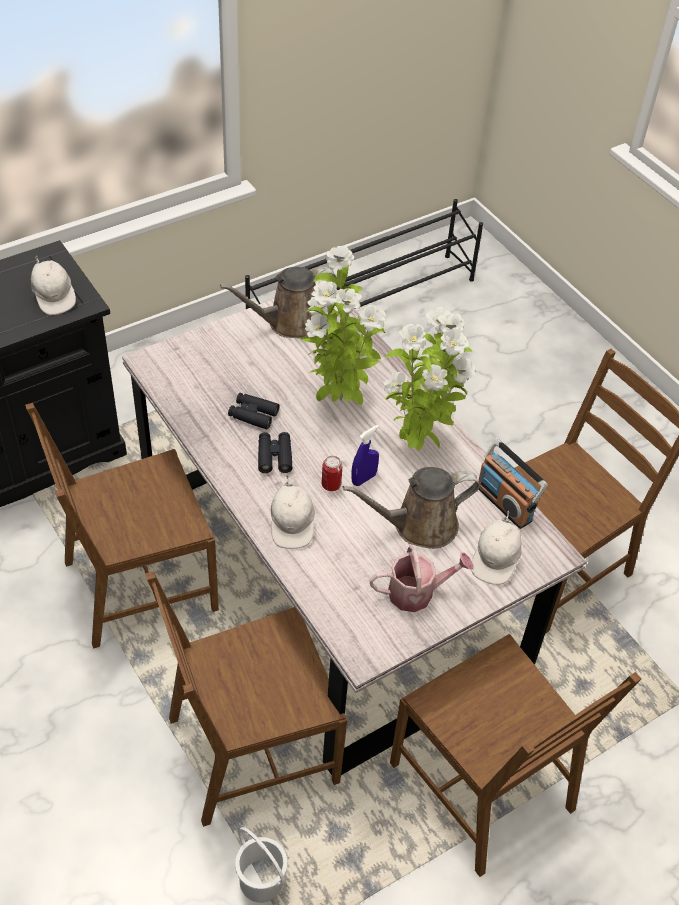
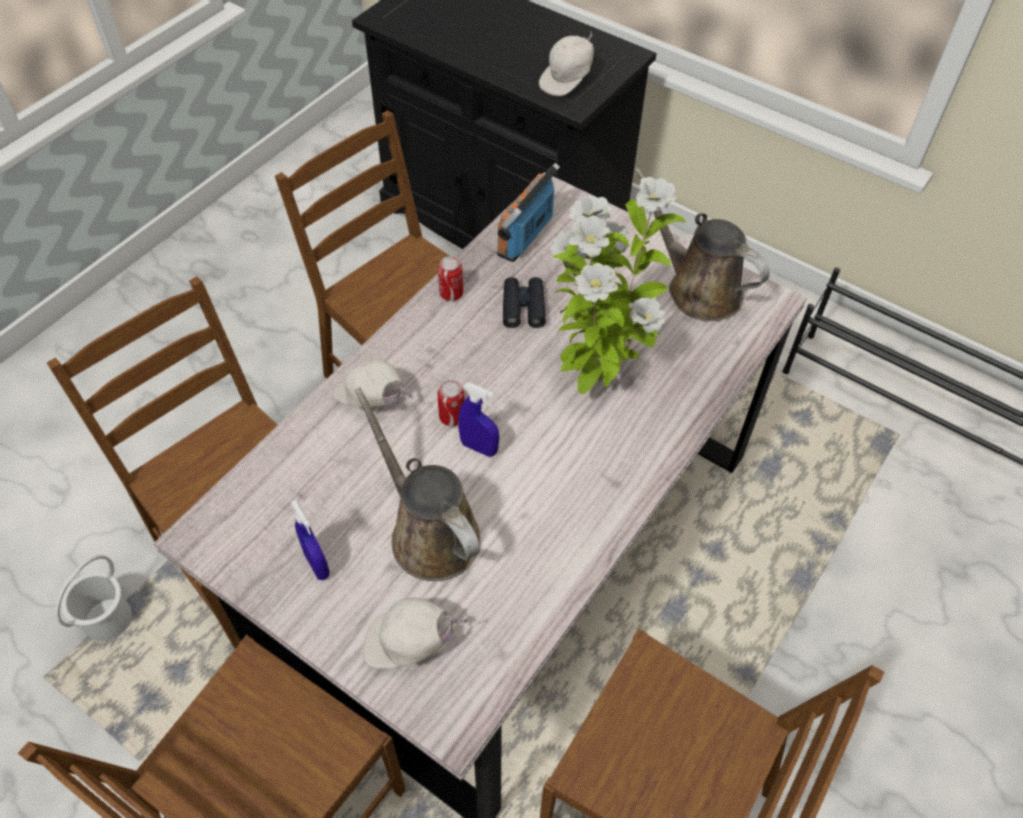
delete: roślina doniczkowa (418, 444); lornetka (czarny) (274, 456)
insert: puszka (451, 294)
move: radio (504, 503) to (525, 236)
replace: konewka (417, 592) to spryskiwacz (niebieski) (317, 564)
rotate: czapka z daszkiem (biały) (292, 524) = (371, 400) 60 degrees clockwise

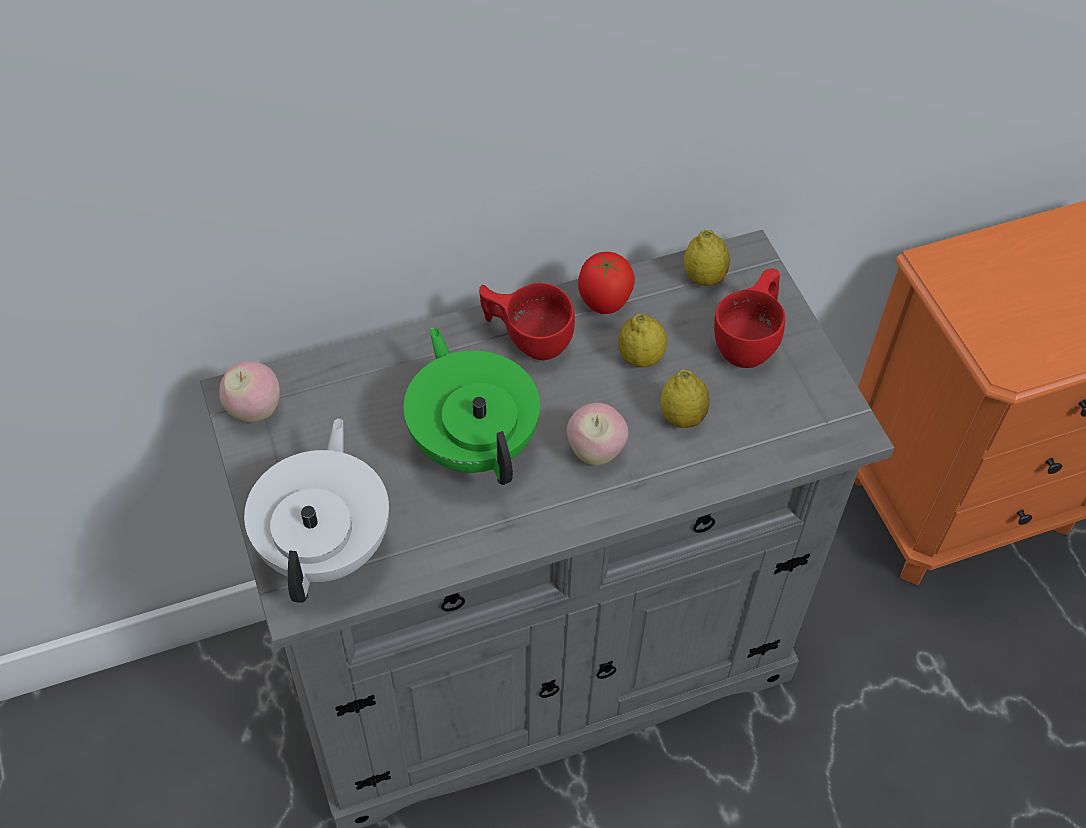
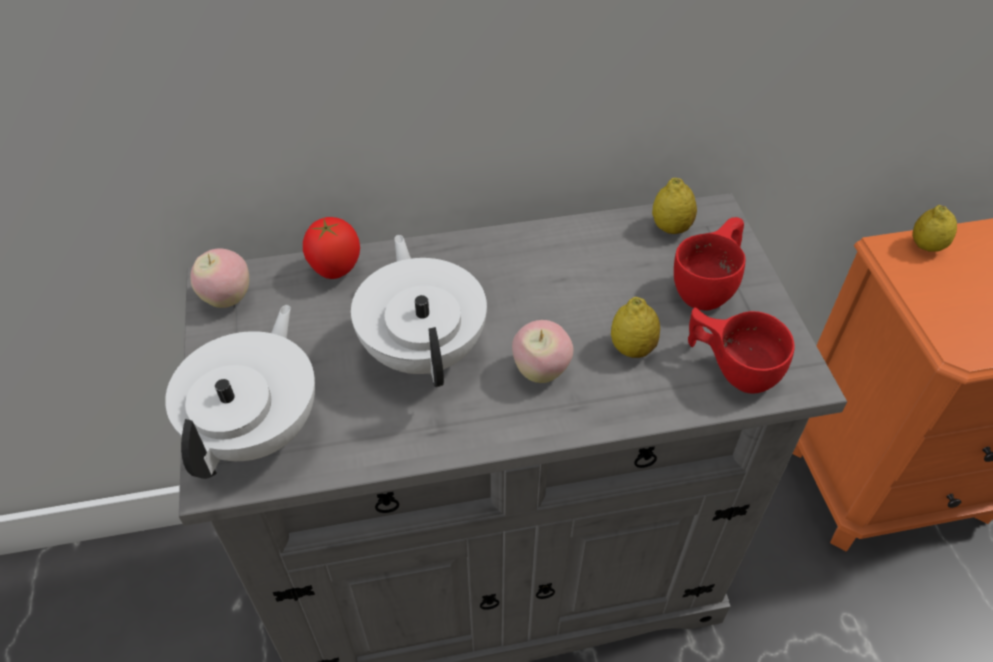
move: pomidor (603, 304) to (335, 271); filiżanka (czerwony) (526, 337) to (730, 367); cytryna (640, 358) to (926, 246)
recolor: imbryk (zielony) (474, 442) to imbryk (biały) (424, 349)

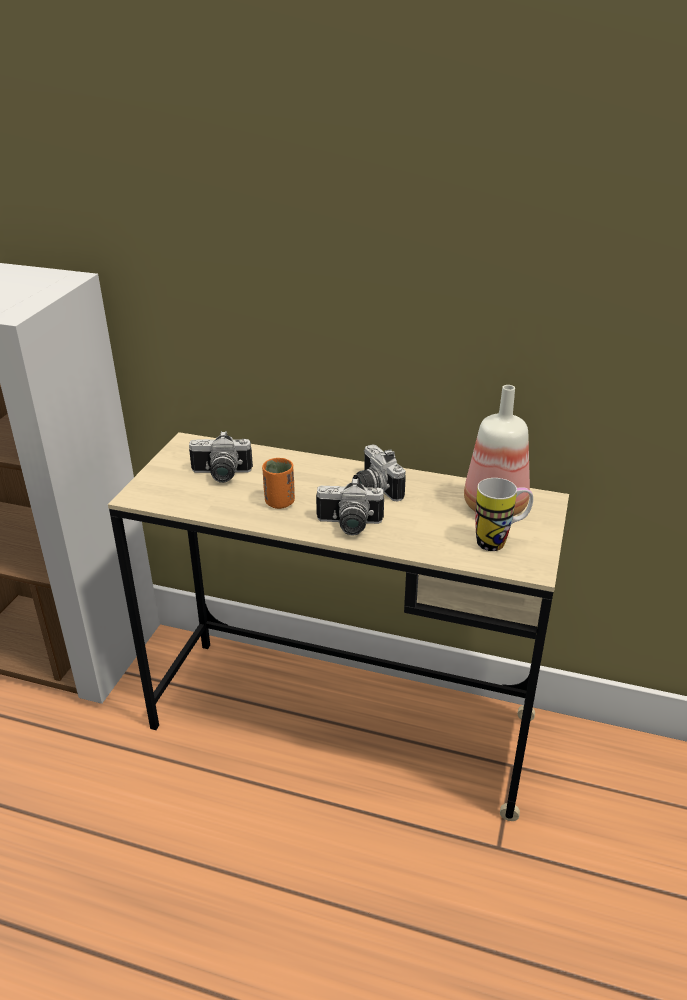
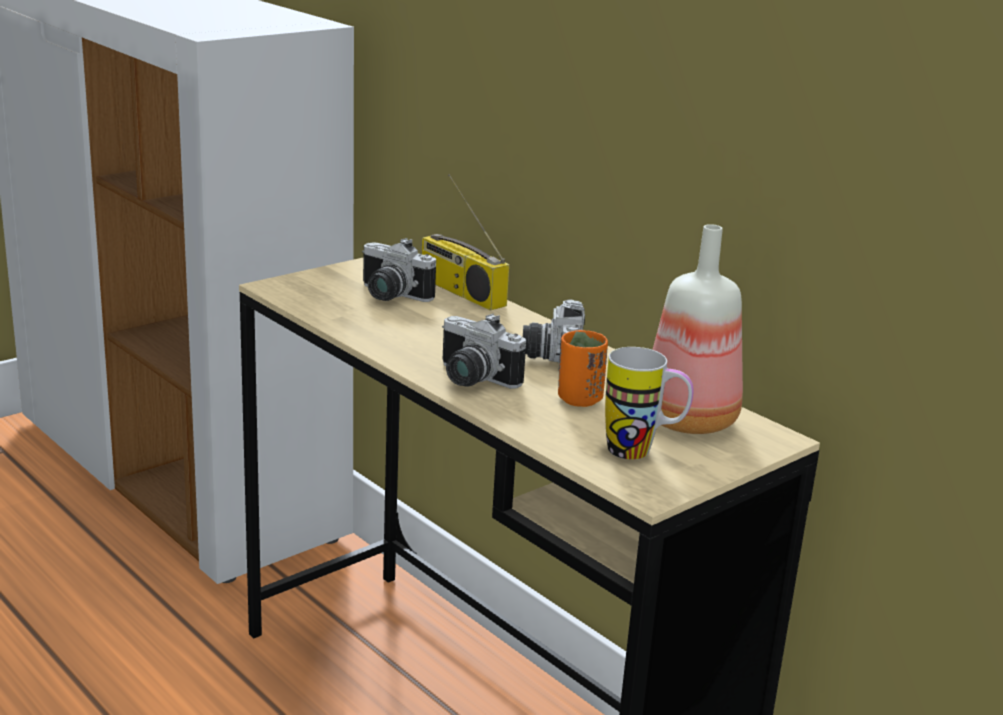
insert: radio (459, 291)
move: filiżanka (pomarańczowy) (279, 502) to (579, 399)

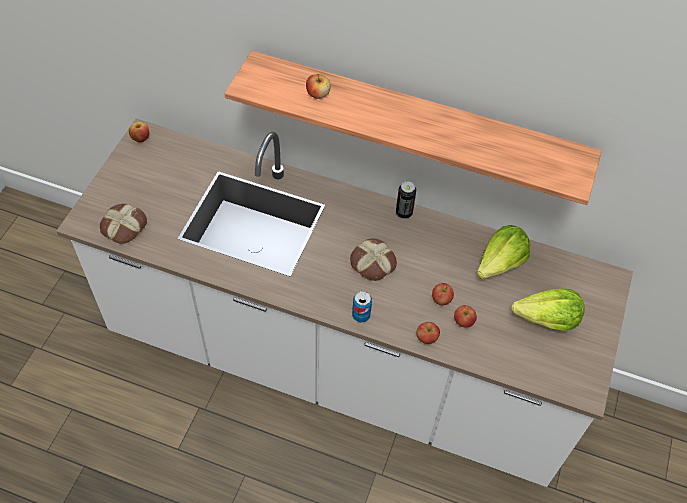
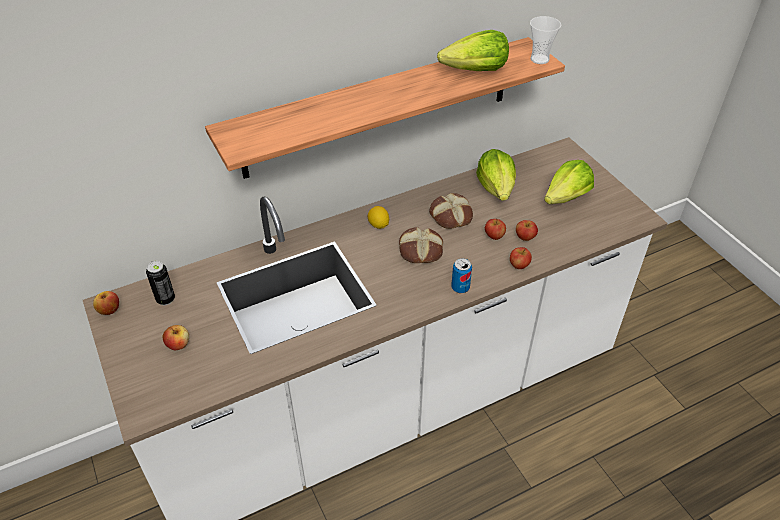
insert: filiżanka (539, 59); sałata (475, 71); cytryna (378, 225)
move: jabłko (318, 94) to (178, 344); puszka (404, 213) to (165, 299); chleb (123, 226) to (450, 216)

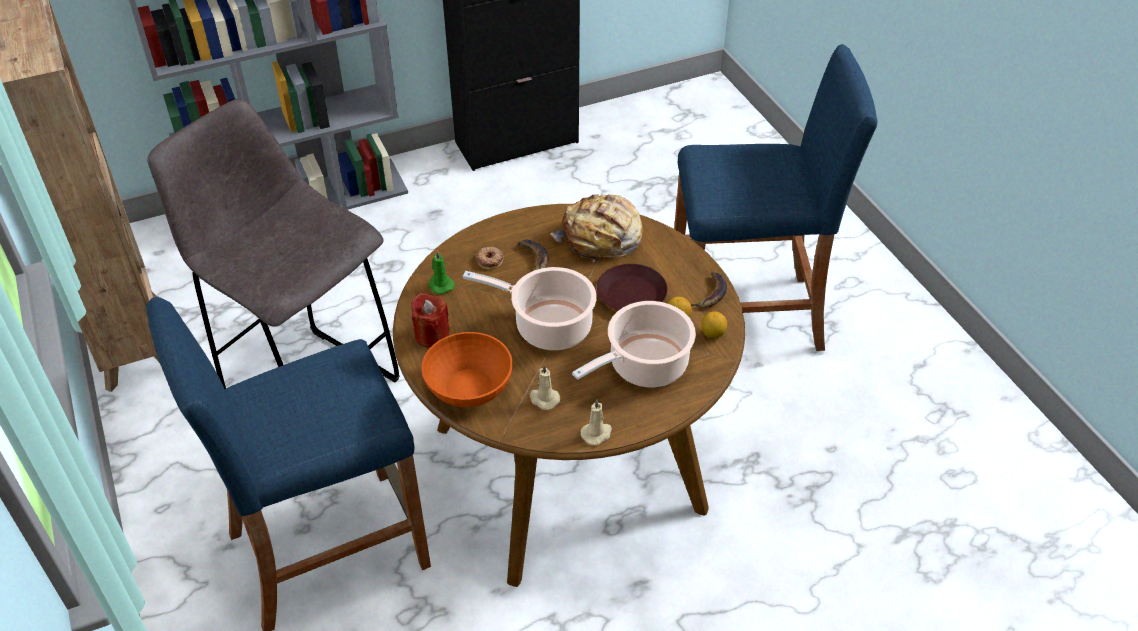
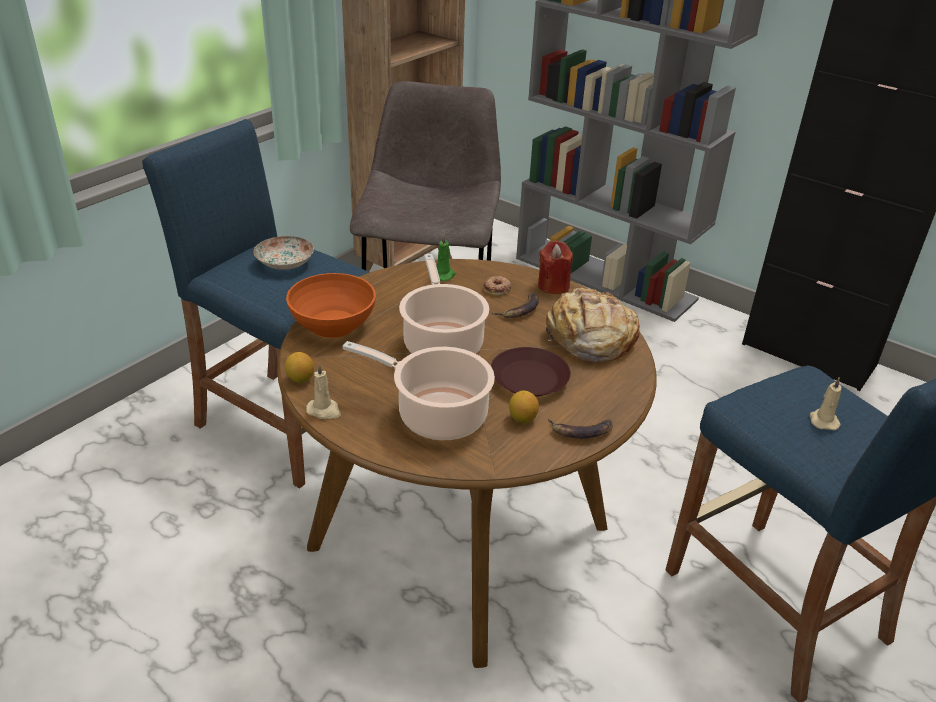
insert: talerz (286, 262)
move: świeca (czerwony) (431, 335) to (553, 286); cytryna (713, 334) to (300, 379); świeca (beżowy) (543, 399) to (823, 420)

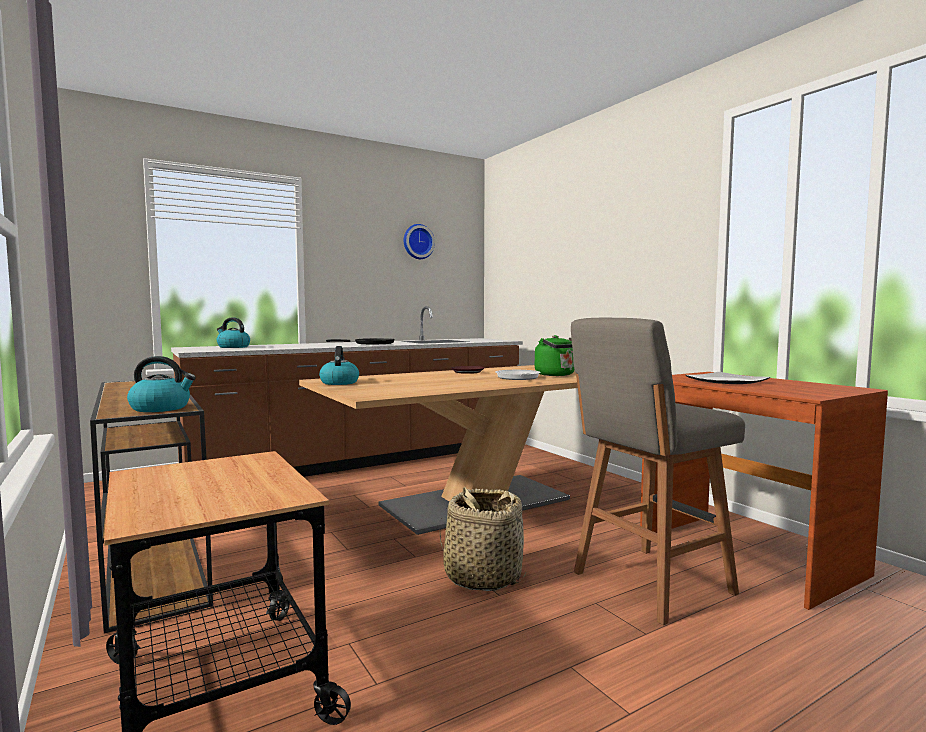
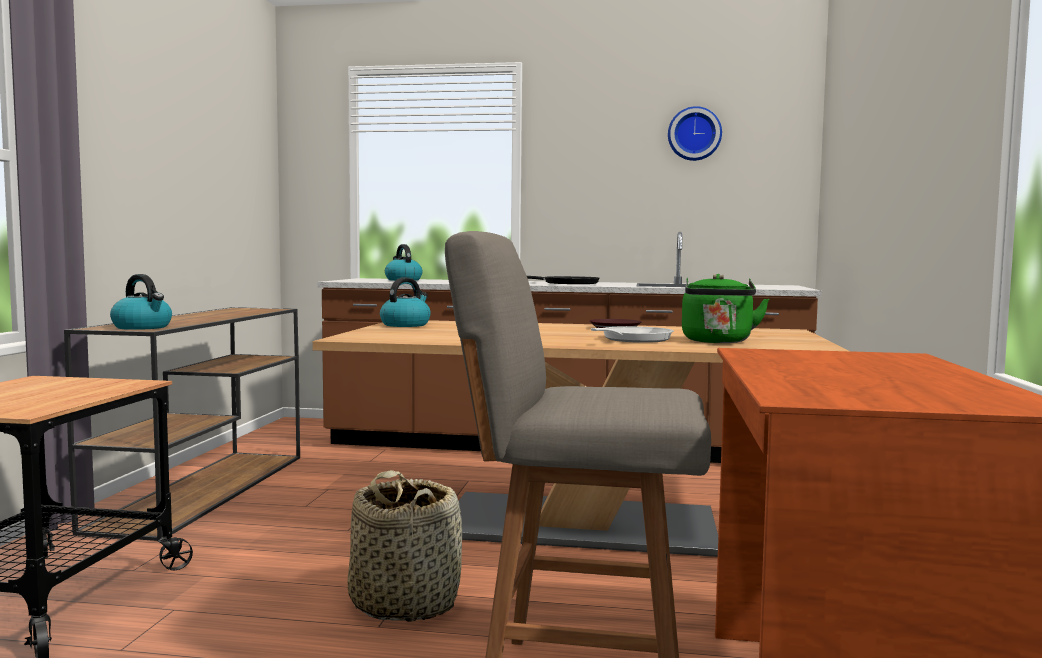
delete: talerz (725, 381)

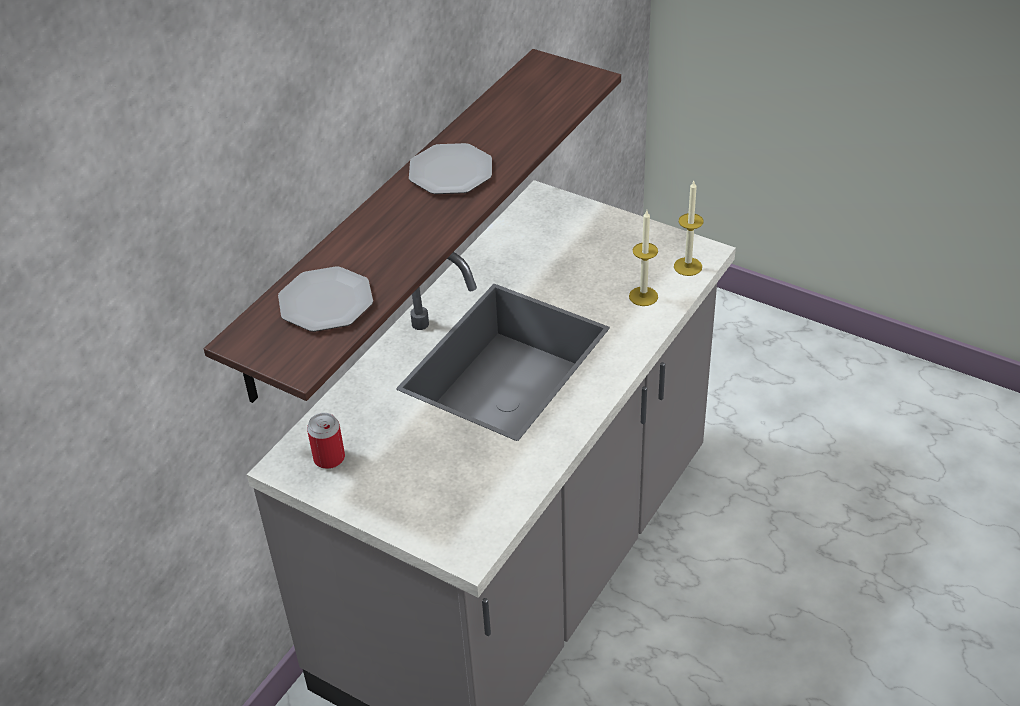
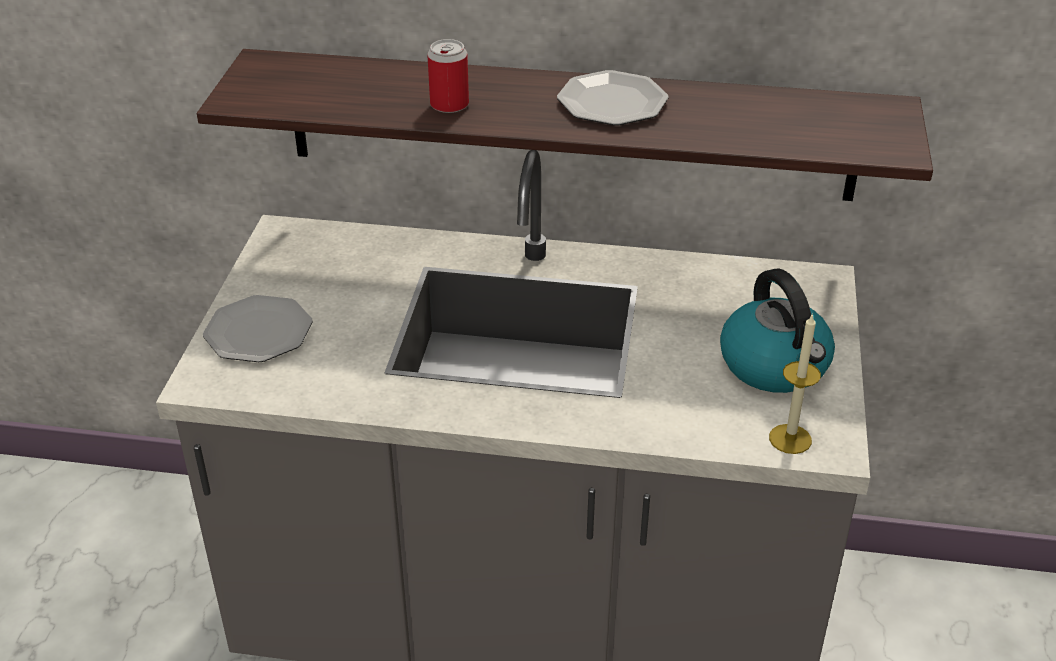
delete: świeca (643, 296)
insert: czajnik (775, 366)
move: talerz (327, 302) to (259, 333); puszka (329, 458) to (449, 105)

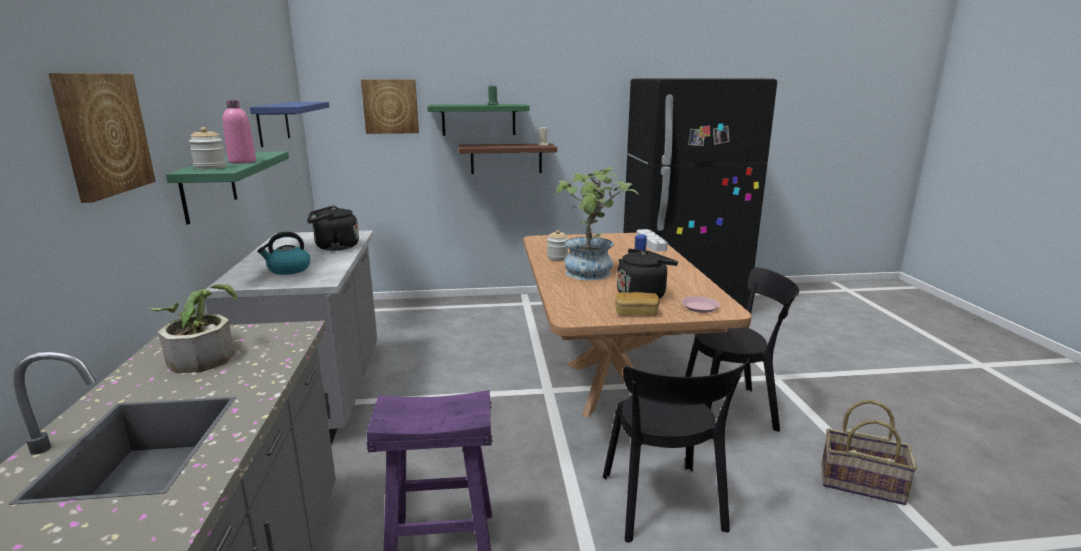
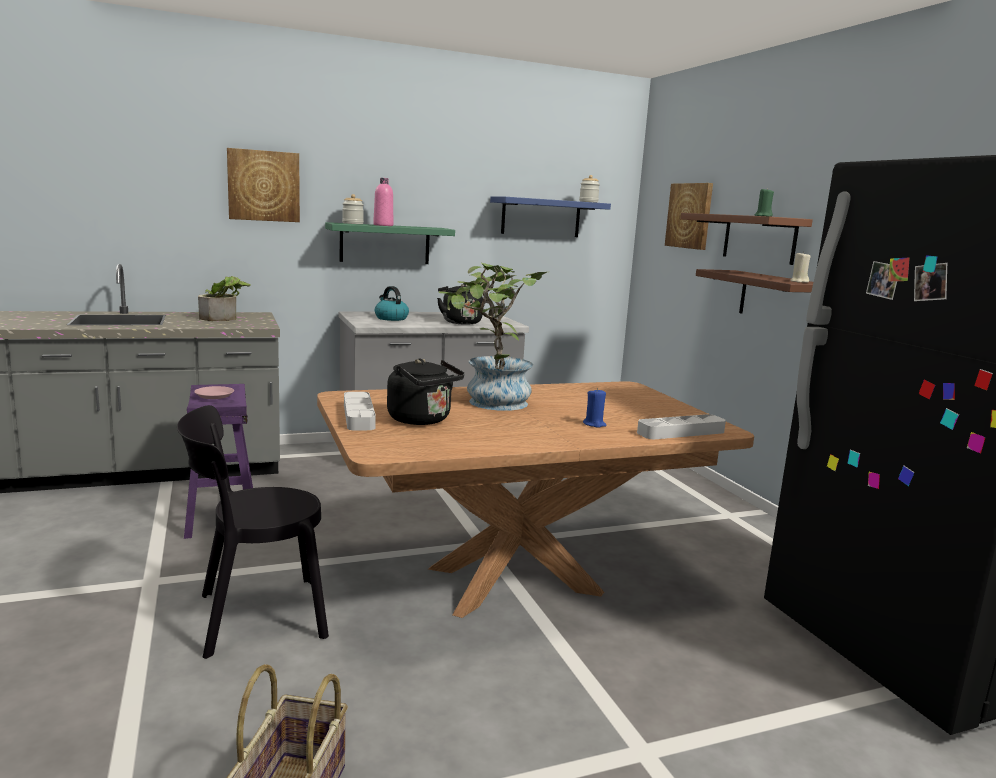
delete: krzesło (czarny) (733, 409)
move: słoik (557, 257) to (588, 202); talerz (różowy) (700, 307) to (214, 395)
replace: chleb (636, 313) to taca (szary) (358, 416)
recolor: półka (zielony) (478, 120) to półka (brązowy) (759, 238)

